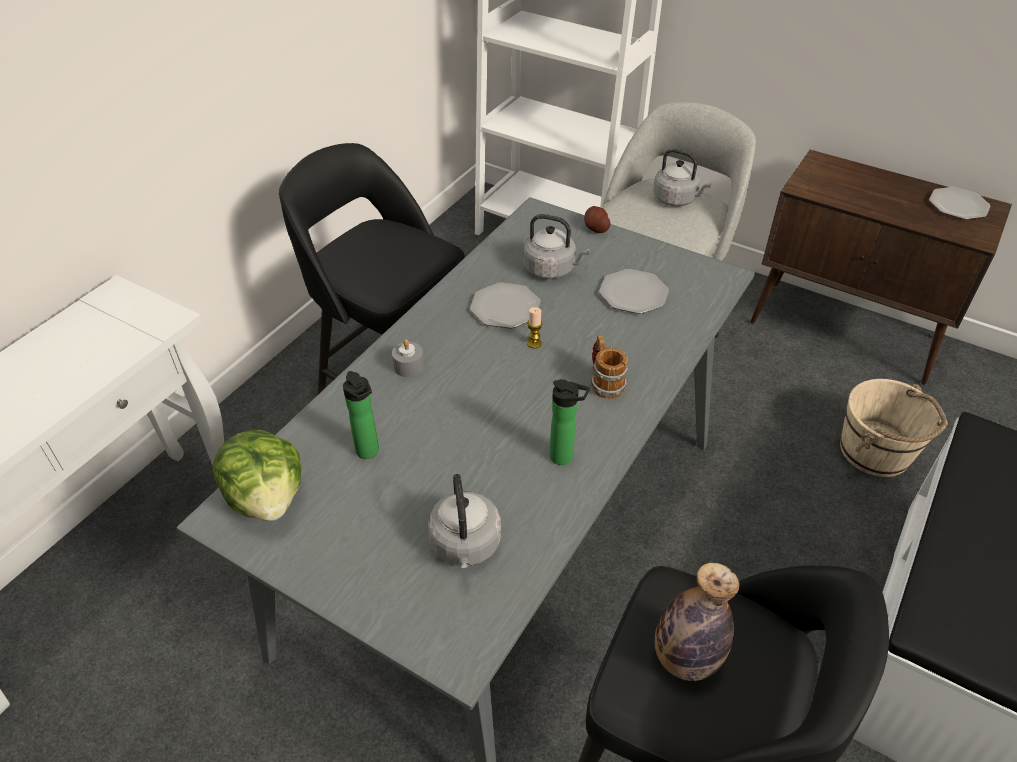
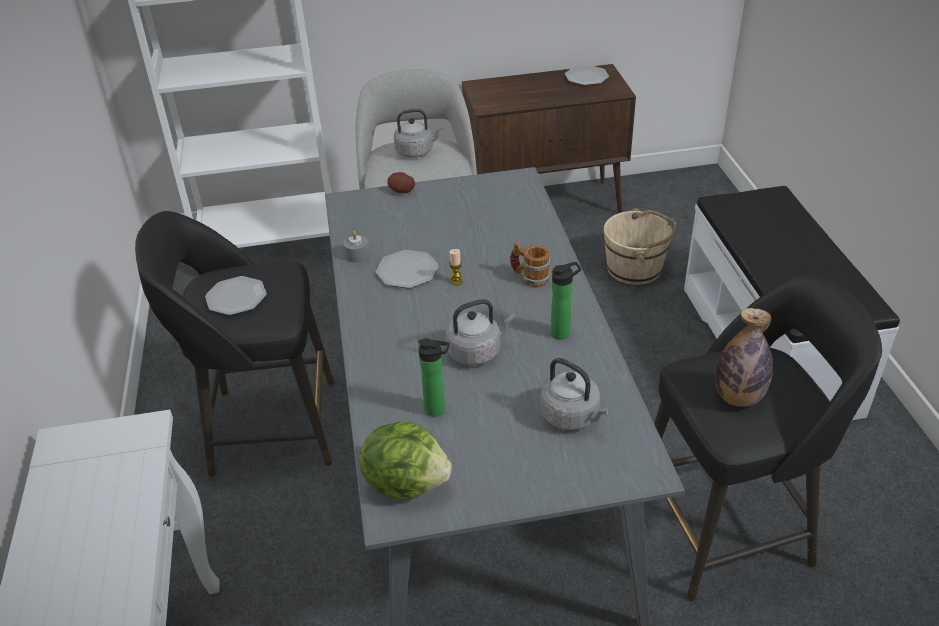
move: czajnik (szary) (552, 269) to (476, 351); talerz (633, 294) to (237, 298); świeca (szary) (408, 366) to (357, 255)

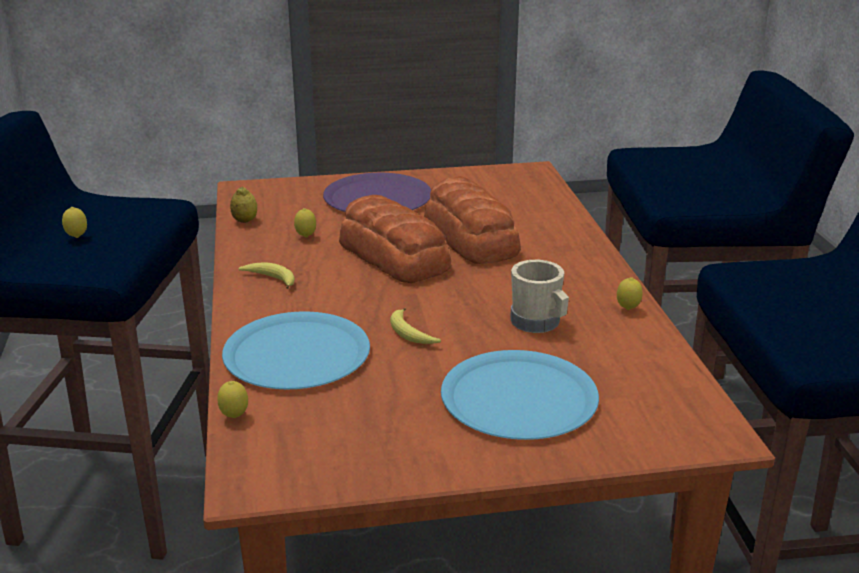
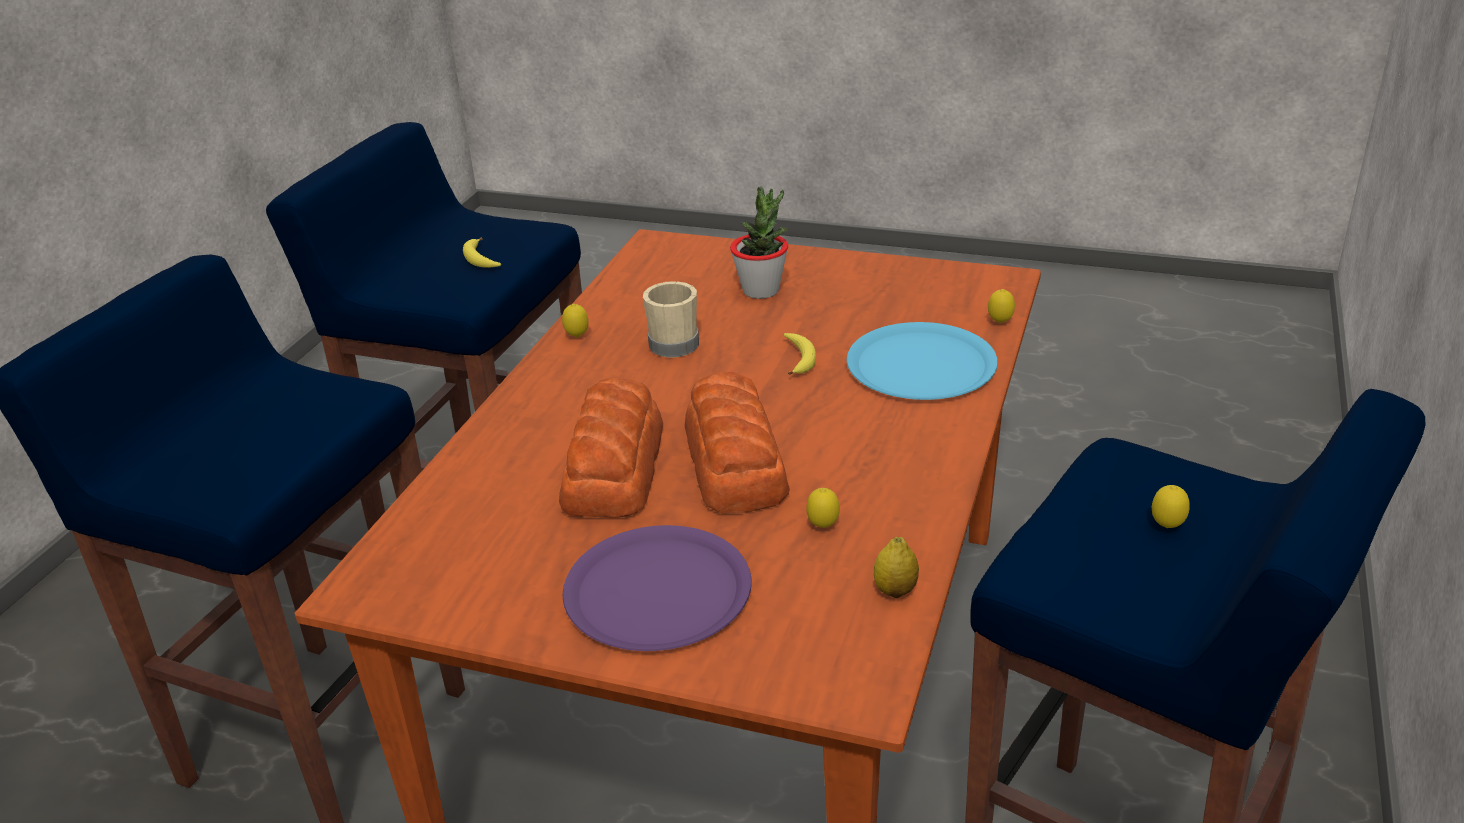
move: banan (270, 279) to (481, 260)
replace: talerz (niebieski) (519, 397) to roślina doniczkowa (761, 290)

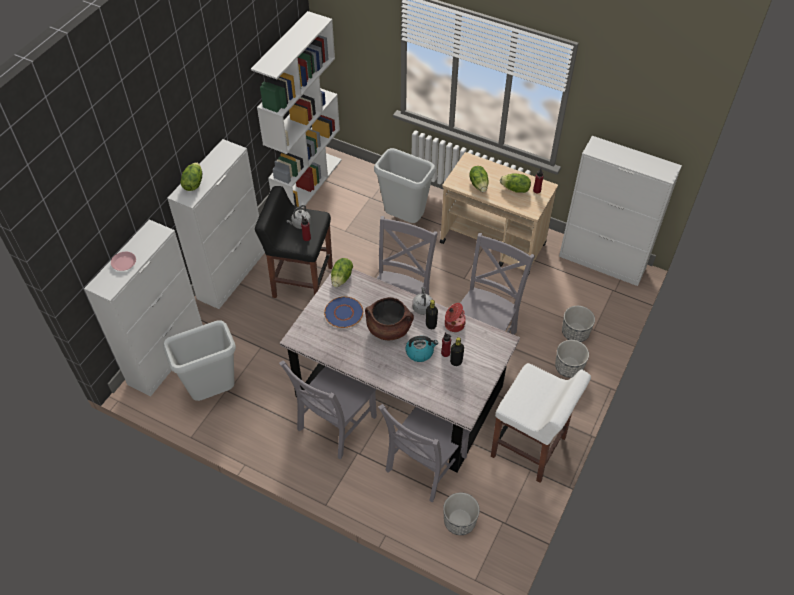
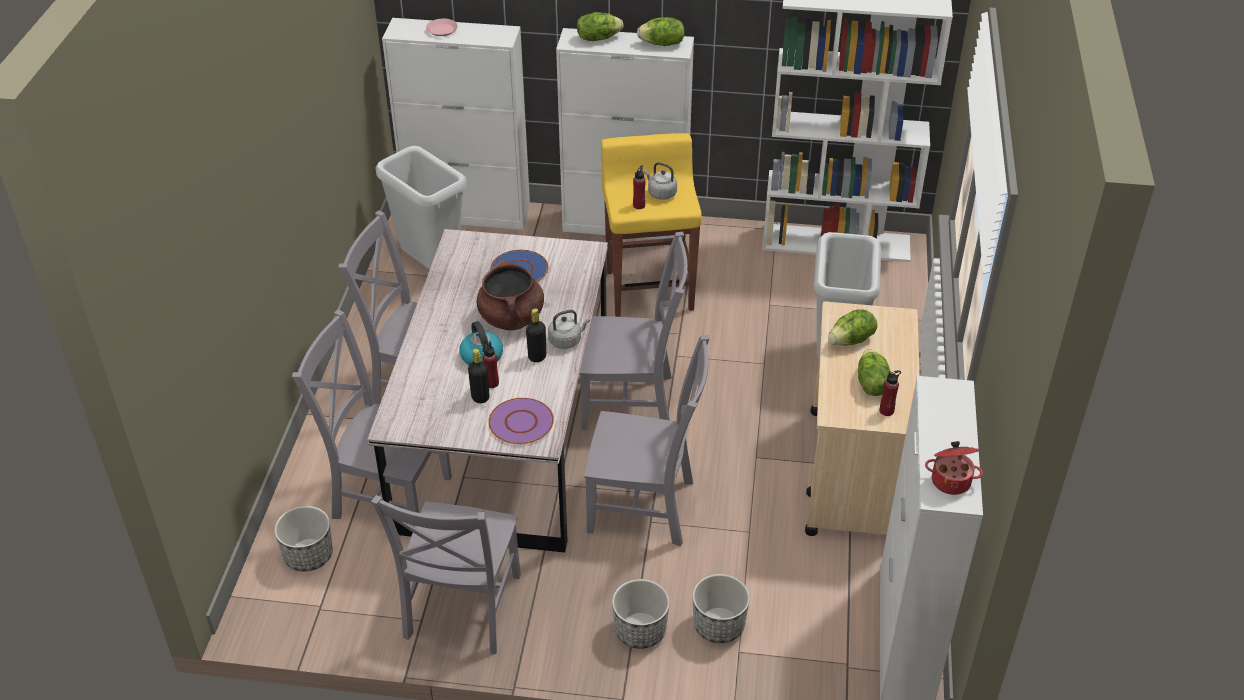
insert: talerz (fioletowy) (521, 422)
move: sałata (342, 278) to (662, 44); garnek (454, 324) to (951, 480)
replace: stołek (biały) (529, 448) to krzesło (szary) (461, 610)
recolor: stołek (czarny) (301, 281) to stołek (żółty) (649, 289)

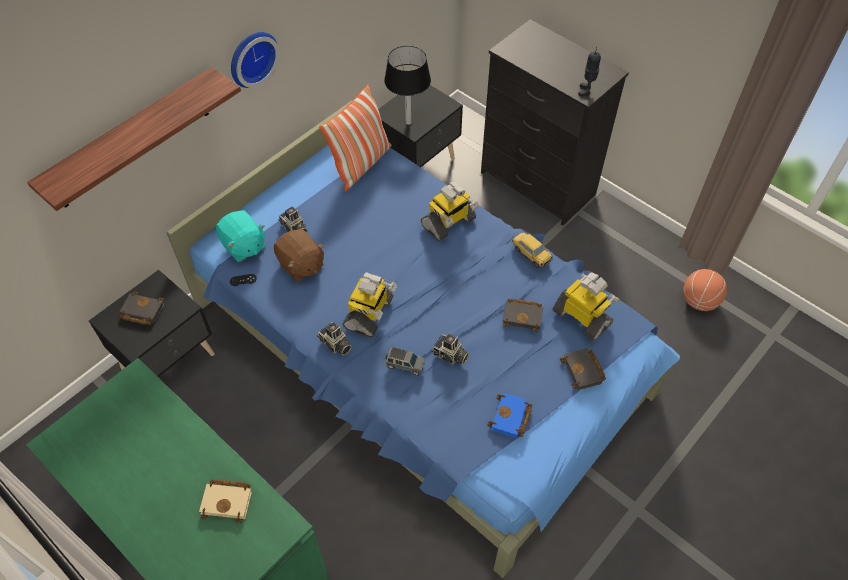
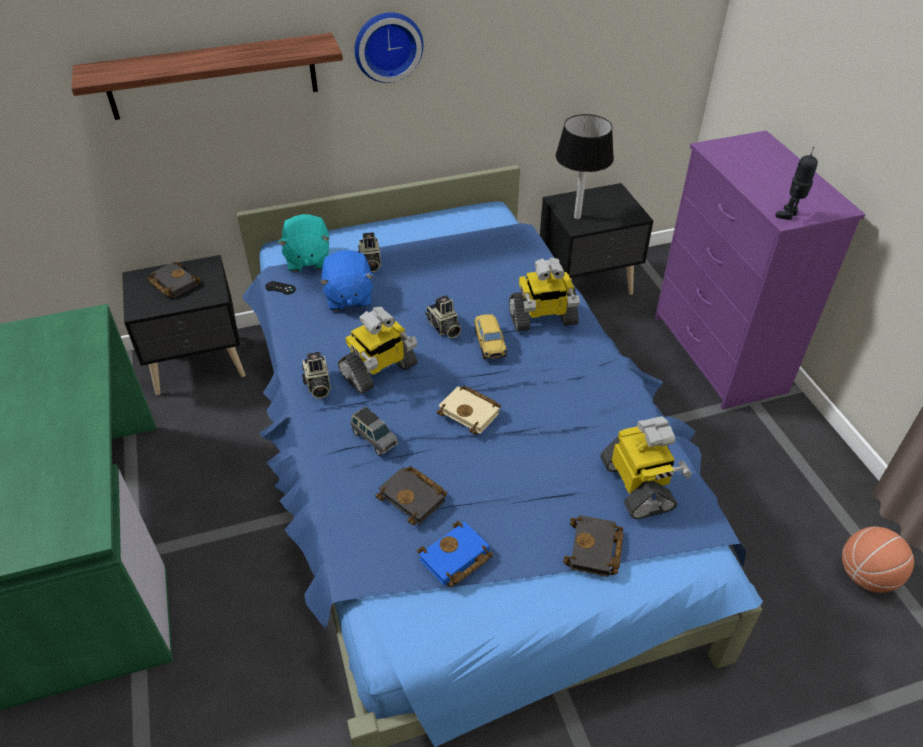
delete: poduszka (361, 165)
move: samochodzik (531, 254) to (489, 343); książka (czarny) (523, 316) to (414, 498); aparat fotograficzny (450, 356) to (443, 328); książka (beżowy) (228, 501) to (471, 412)
recolor: komoda (czarny) (538, 184) to komoda (fioletowy) (718, 355); pluszak (brązowy) (301, 265) to pluszak (niebieski) (348, 297)

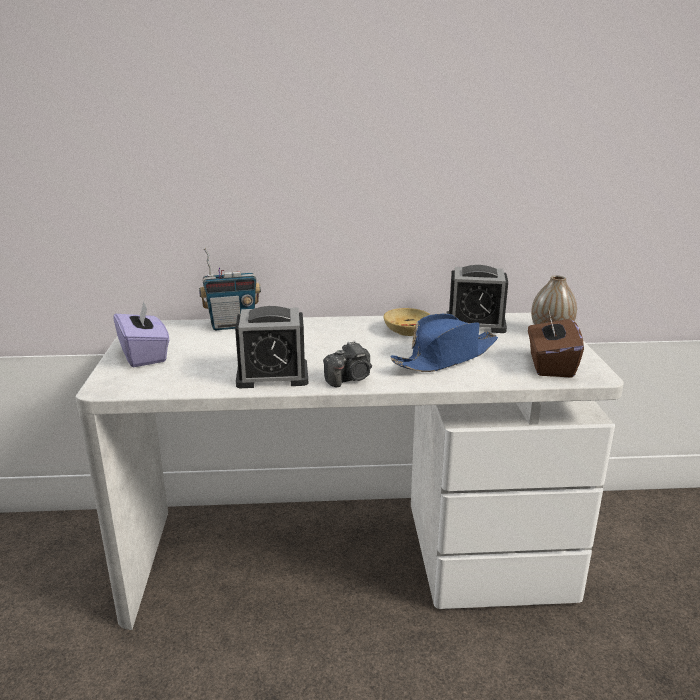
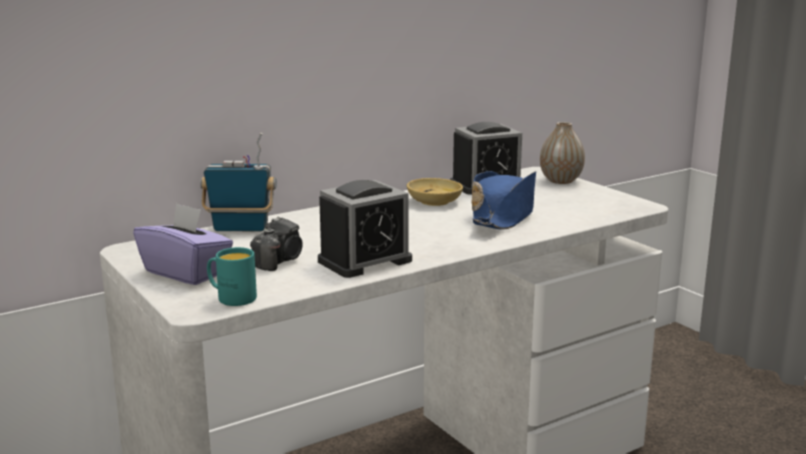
delete: pudełko chusteczek (brązowy) (550, 365)
insert: kubek (turkusowy) (231, 298)
move: aparat fotograficzny (350, 379) to (279, 261)
rotate: radio (232, 325) = (241, 228) 135 degrees counterclockwise

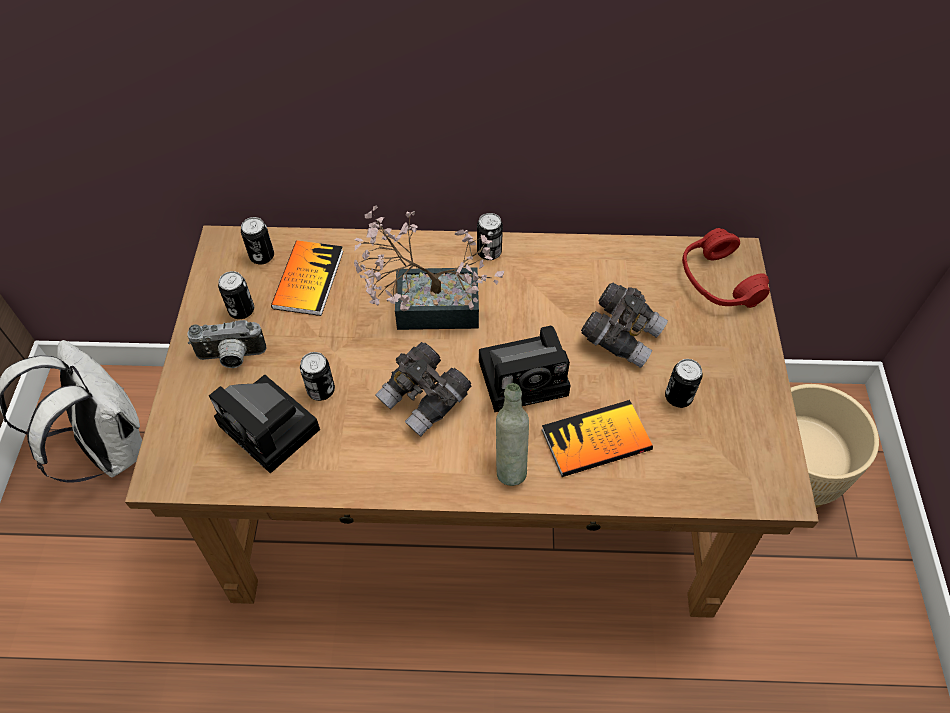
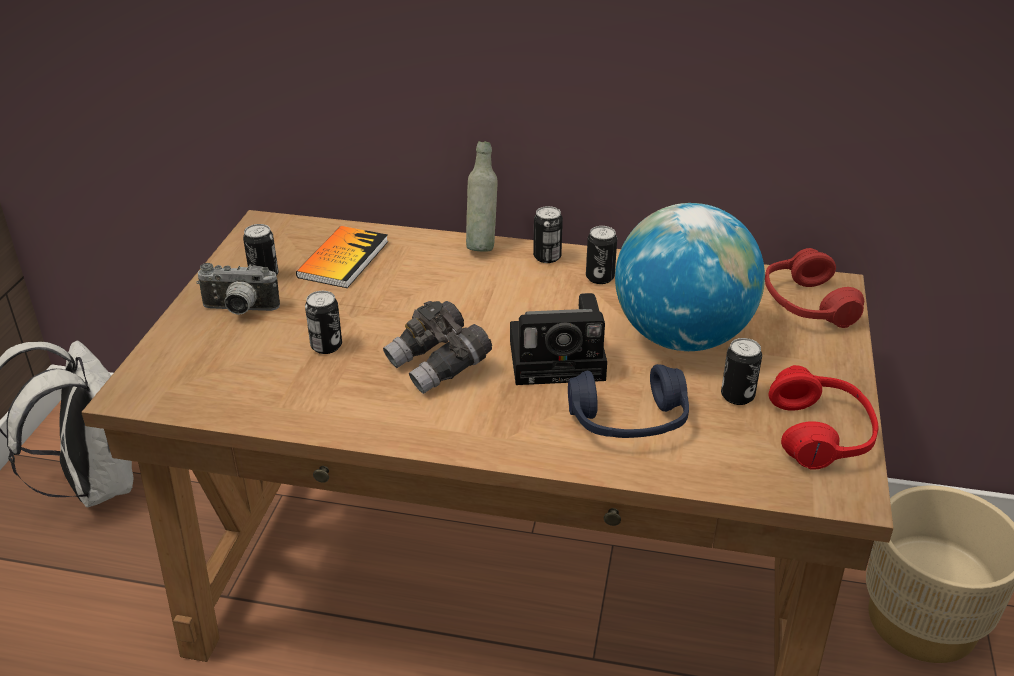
delete: roślina doniczkowa (426, 307); aparat fotograficzny (273, 429)
insert: słuchawki (czerwony) (820, 433)
move: puszka (262, 256) to (600, 277); butelka (szary) (510, 464) to (482, 245)
replace: lornetka (szary) (621, 335) to globus (681, 337); książka (596, 440) to słuchawki (niebieski) (629, 422)

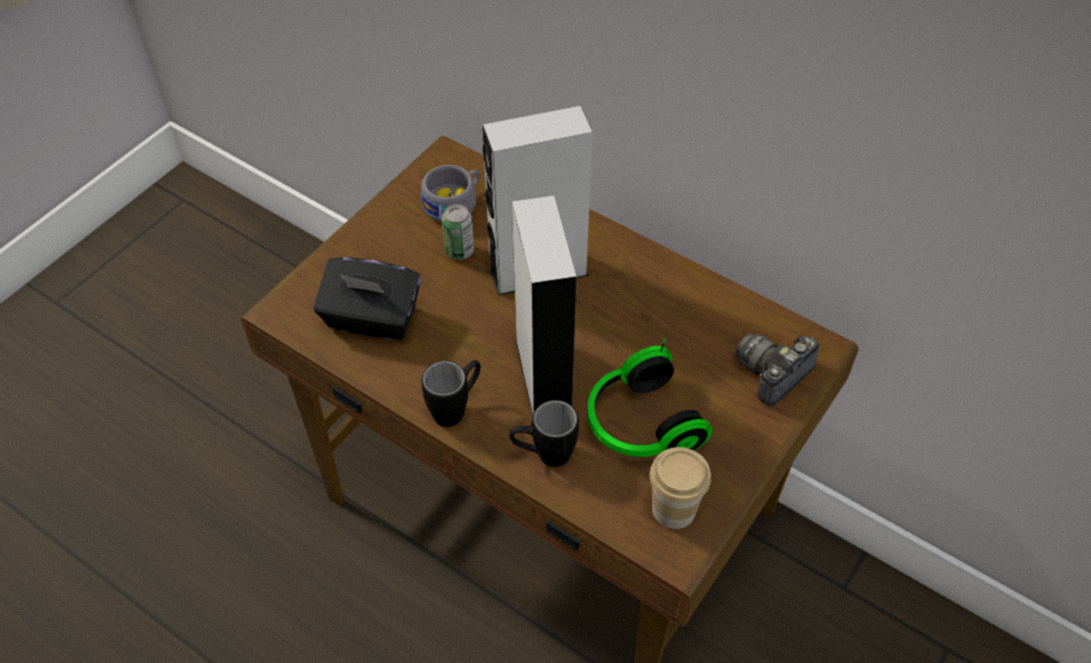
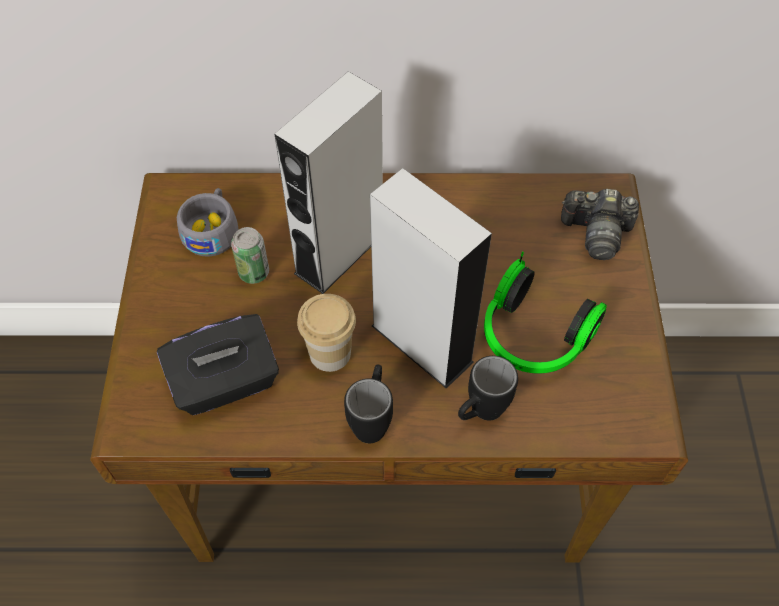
move: filiżanka (674, 509) to (330, 353)
rotate: aparat fotograficzny (773, 374) = (596, 233) 90 degrees counterclockwise

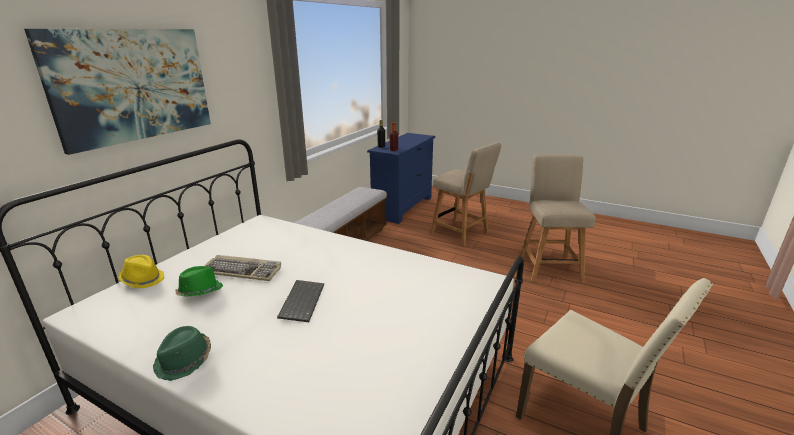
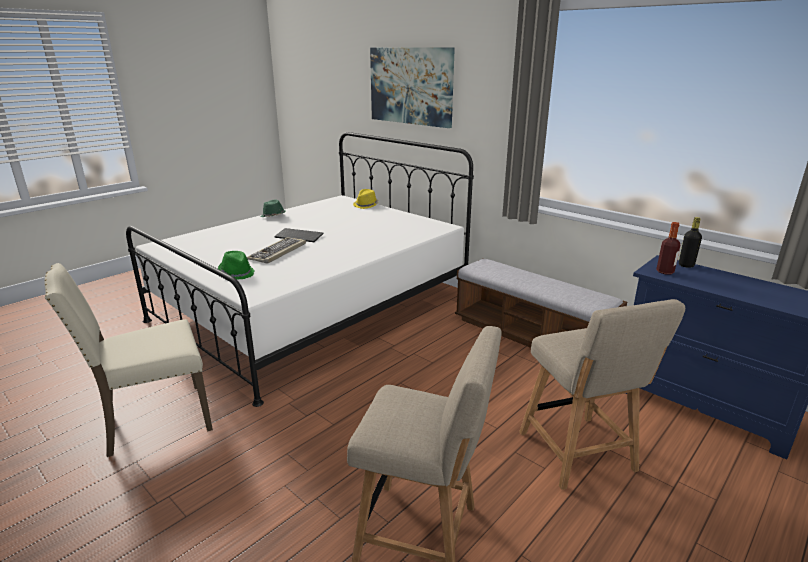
move: klawiatura (242, 270) to (278, 252); kapelusz (zielony) (199, 292) to (237, 273)
rotate: krzesło (beżowy) (461, 233) = (579, 455) 75 degrees counterclockwise

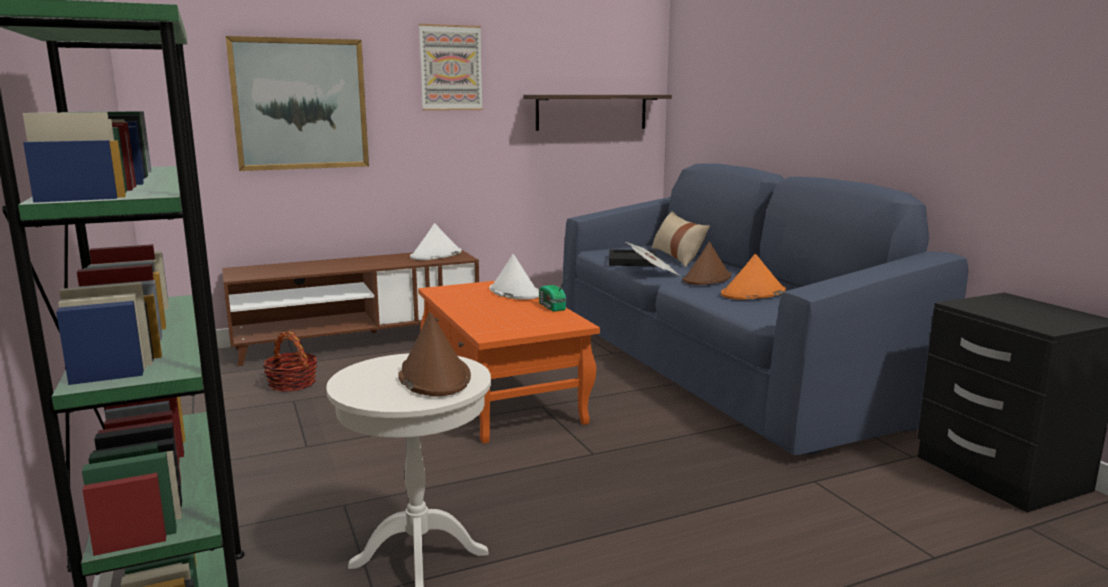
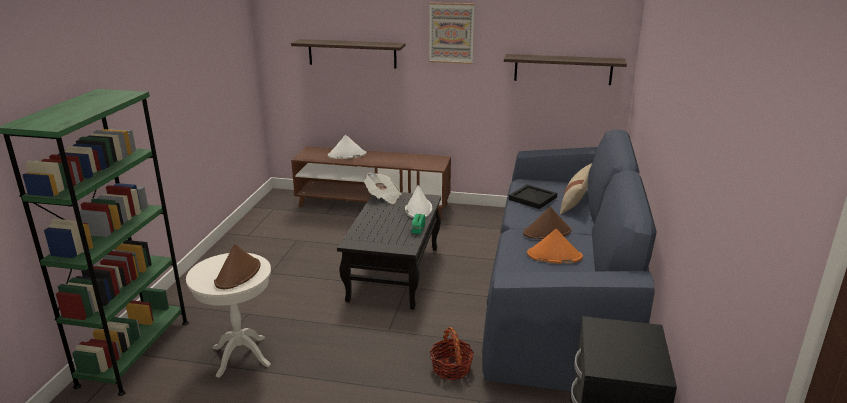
move: kapelusz (biały) (436, 255) to (347, 155); gazeta (652, 273) to (383, 197); koszyk (292, 384) to (451, 368)
replace: obraz (300, 104) to półka (352, 53)
recolor: ława (pomarańczowy) (503, 398) to ława (czarny) (394, 274)

